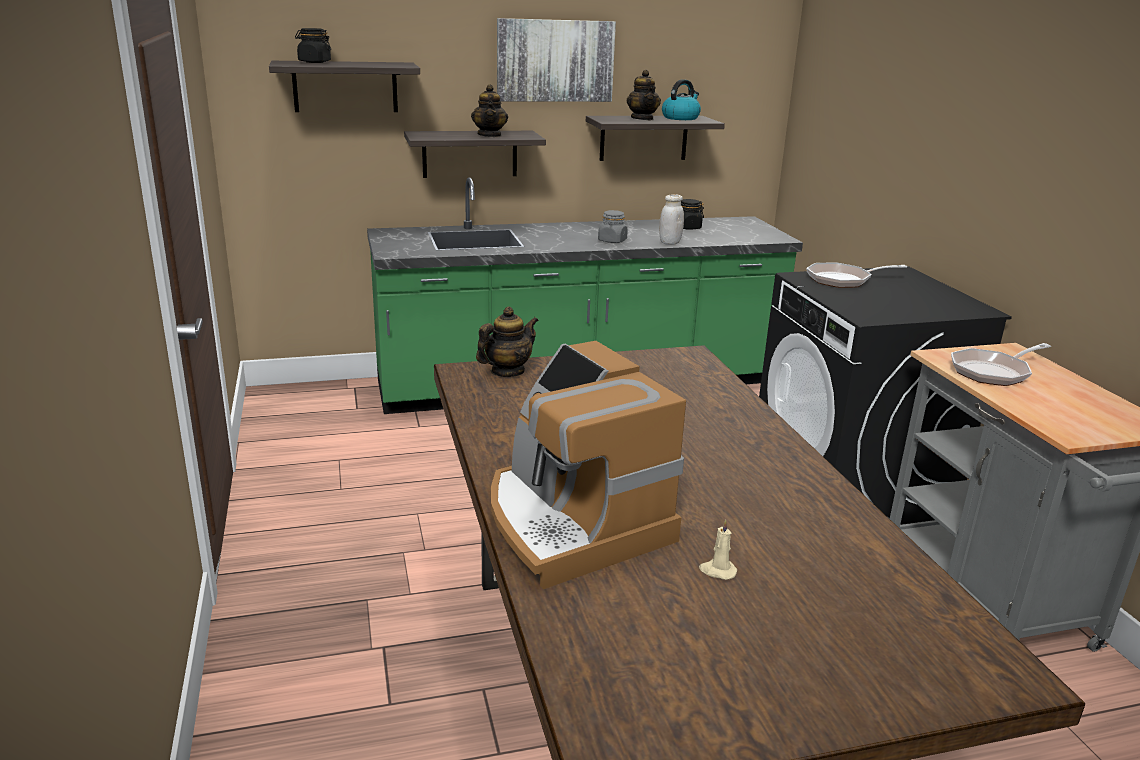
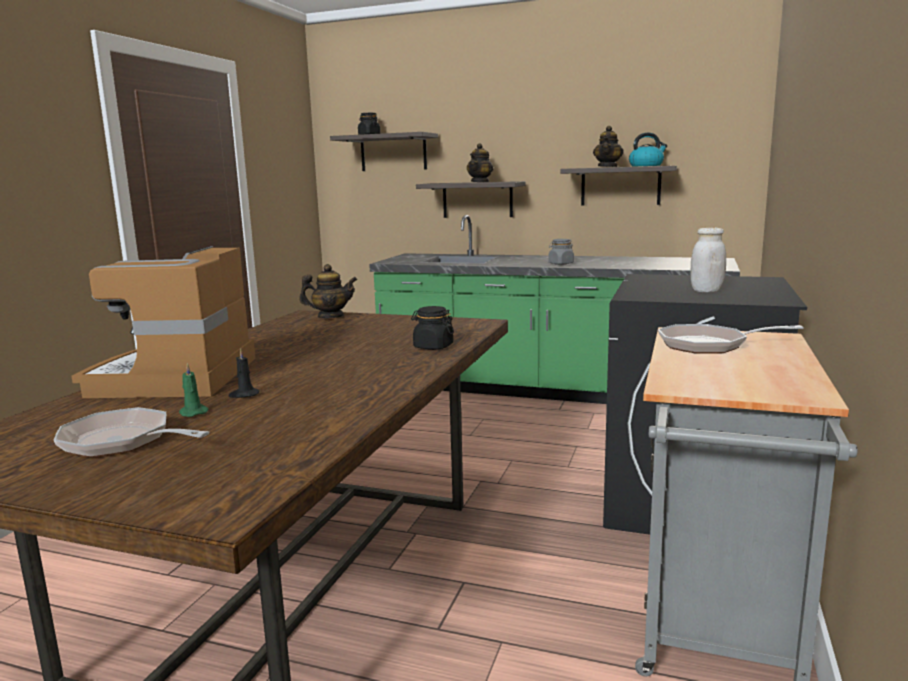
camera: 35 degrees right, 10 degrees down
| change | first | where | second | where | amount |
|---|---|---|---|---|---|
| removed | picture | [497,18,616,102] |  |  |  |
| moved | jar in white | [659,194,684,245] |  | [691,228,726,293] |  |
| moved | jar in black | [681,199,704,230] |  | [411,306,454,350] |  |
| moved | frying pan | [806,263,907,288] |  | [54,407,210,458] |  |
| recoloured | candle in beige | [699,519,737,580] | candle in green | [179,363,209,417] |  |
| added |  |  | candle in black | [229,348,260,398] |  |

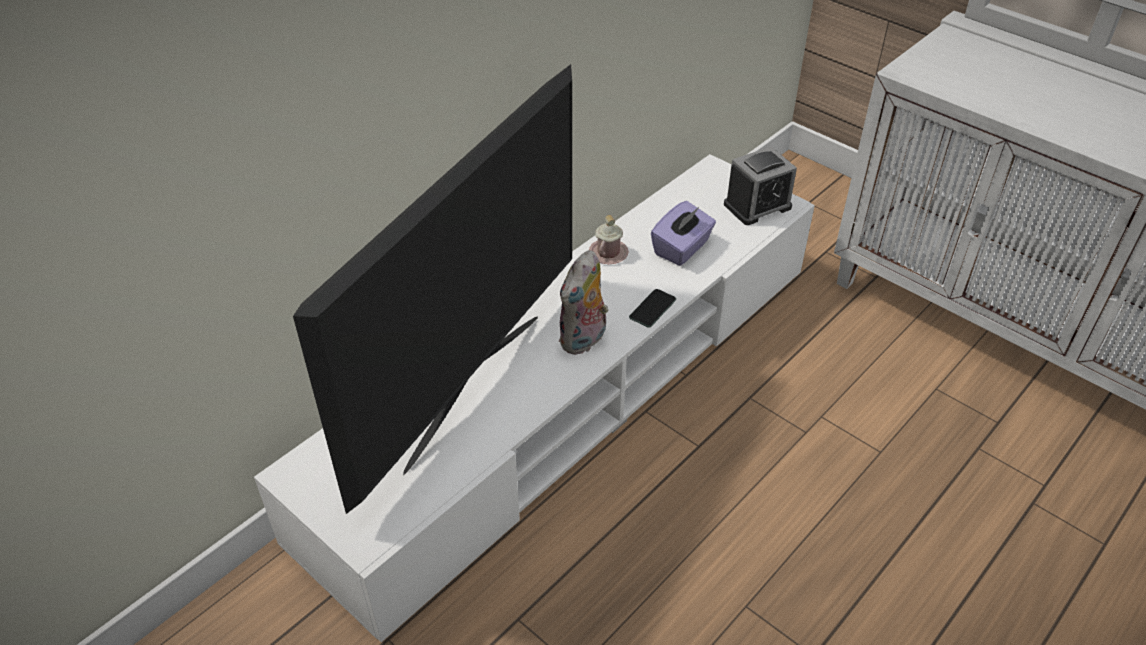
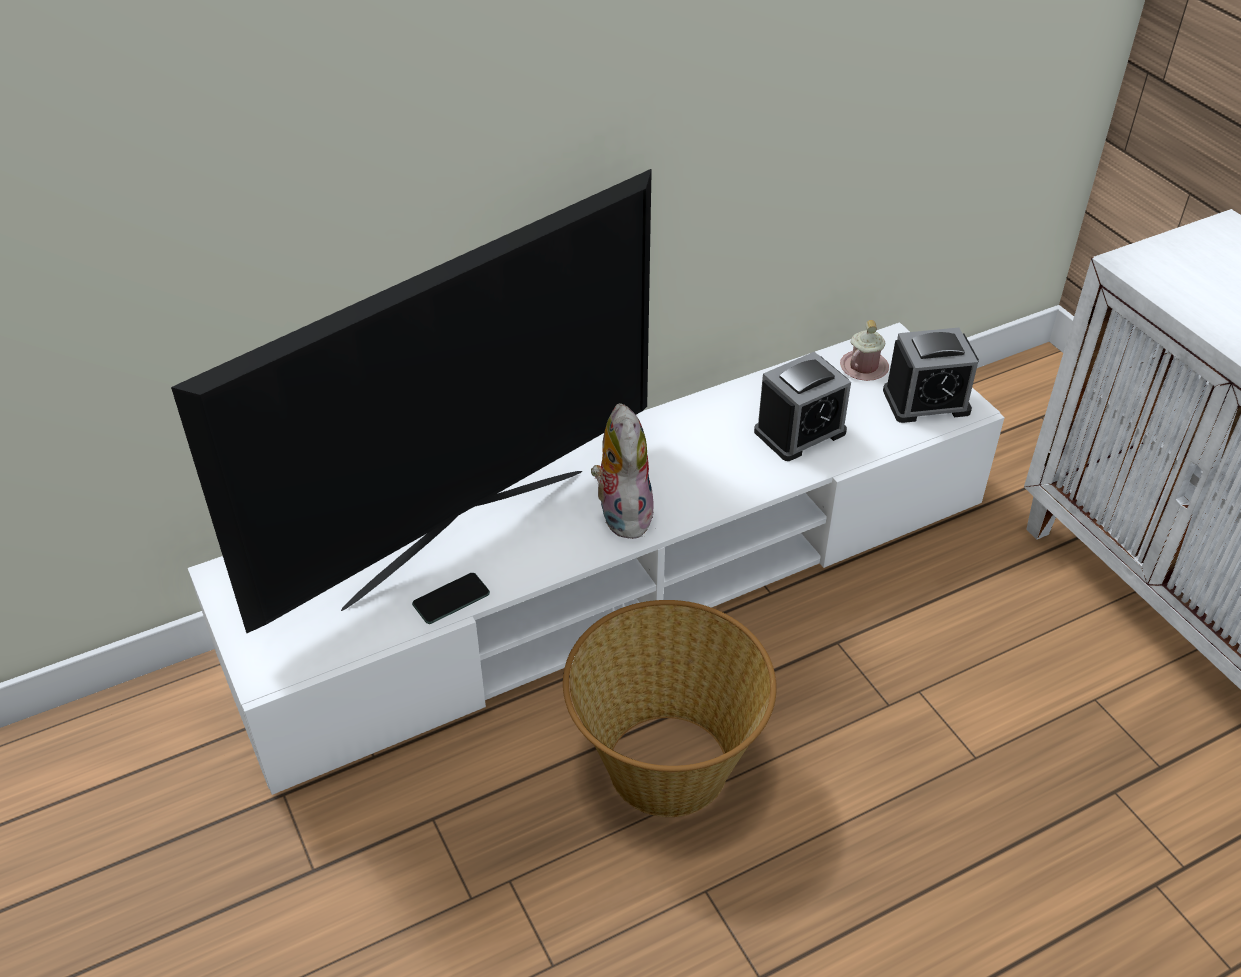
camera: 20 degrees right, 0 degrees up
| change | first | where | second | where | amount |
|---|---|---|---|---|---|
| replaced | tissue box in purple | [651,201,716,266] | alarm clock | [754,352,851,461] |  |
| moved | mug in pink | [589,215,629,264] |  | [840,320,889,381] |  |
| turned | plush toy | [559,250,608,355] |  | [591,403,655,539] | 120 degrees clockwise |
| moved | phone | [629,289,676,328] |  | [412,573,490,624] |  |
| added |  |  | basket | [563,600,777,817] |  |

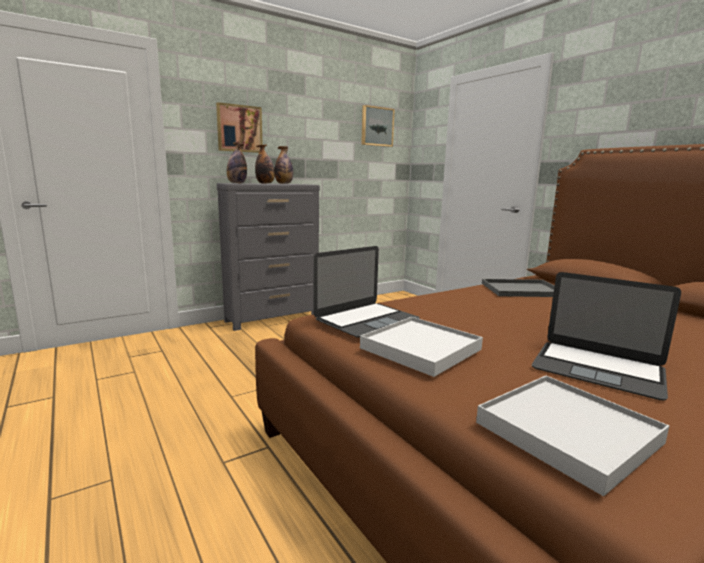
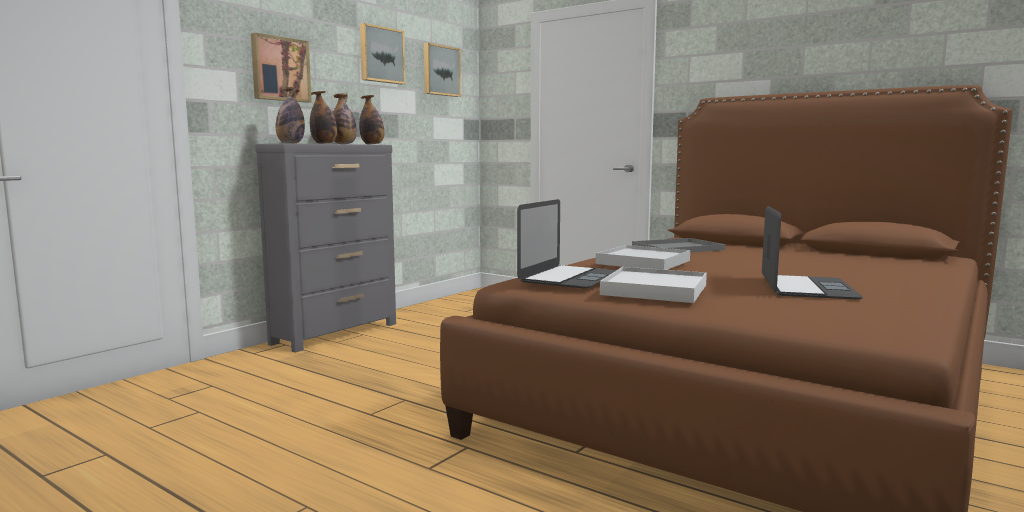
camera: 20 degrees left, 5 degrees down
| change | first | where | second | where | amount |
|---|---|---|---|---|---|
| turned | laptop | [532,272,681,401] |  | [762,206,863,300] | 90 degrees counterclockwise |
| moved | tray in white | [476,376,669,496] |  | [596,245,690,270] |  |
| added |  |  | picture | [360,23,405,84] |  |
| added |  |  | bottle | [359,95,384,145] |  |

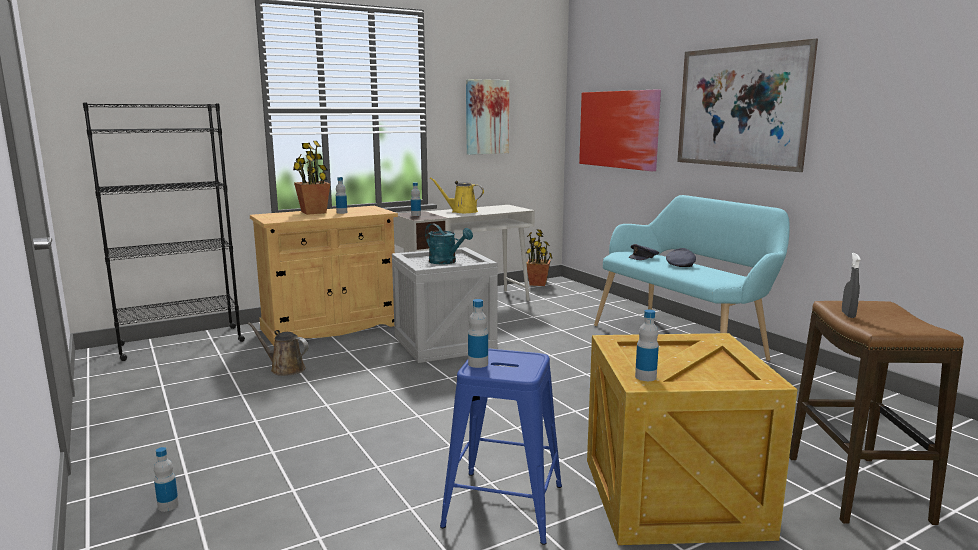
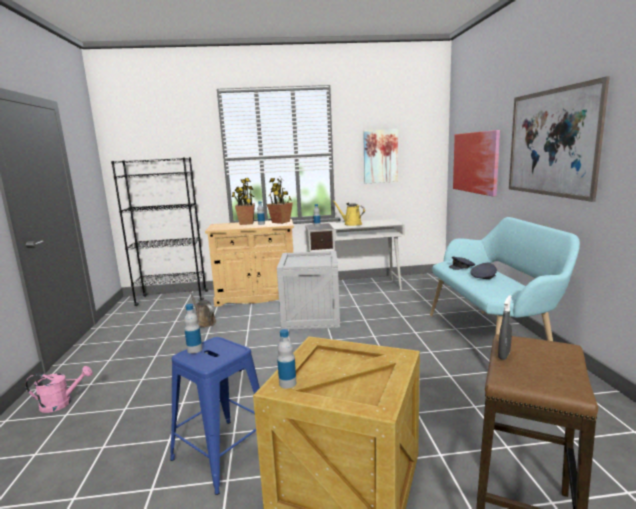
camera: 25 degrees right, 0 degrees up
| change | first | where | second | where | amount |
|---|---|---|---|---|---|
| removed | watering can in turquoise | [425,223,473,264] |  |  |  |
| moved | potted plant | [526,229,553,286] |  | [267,177,293,224] |  |
| replaced | bottle | [154,447,179,512] | watering can in pink | [25,366,92,413] |  |

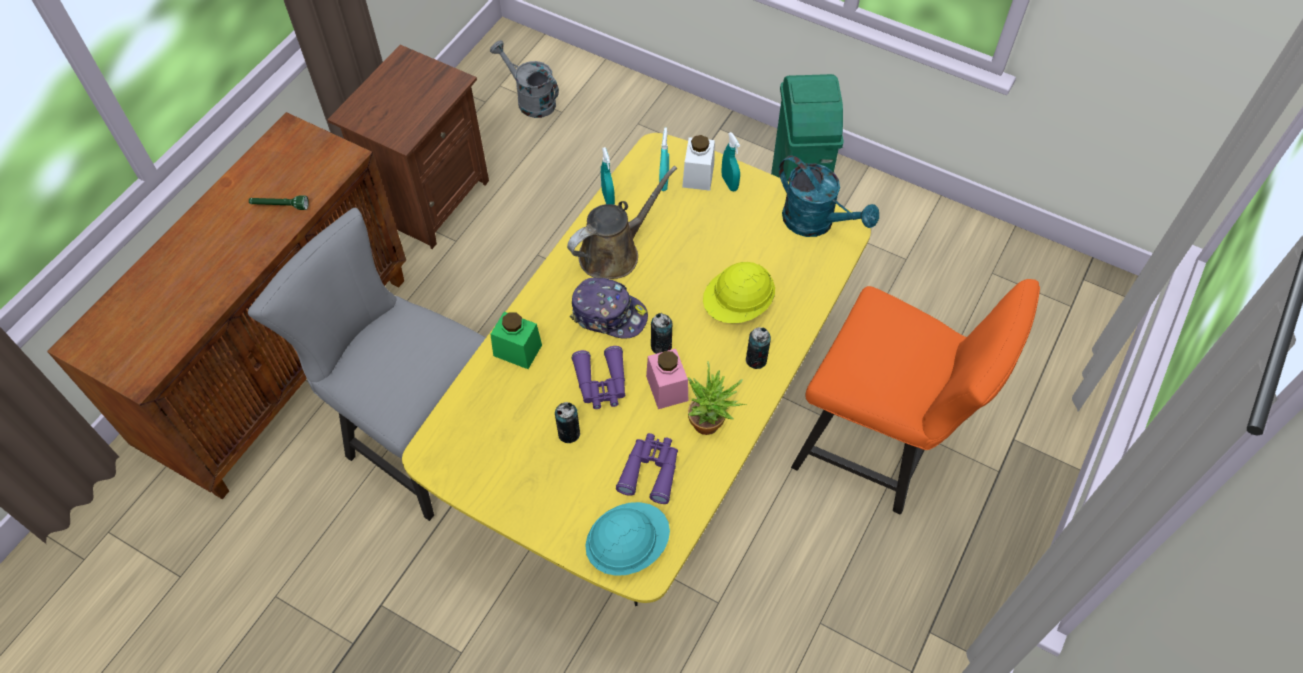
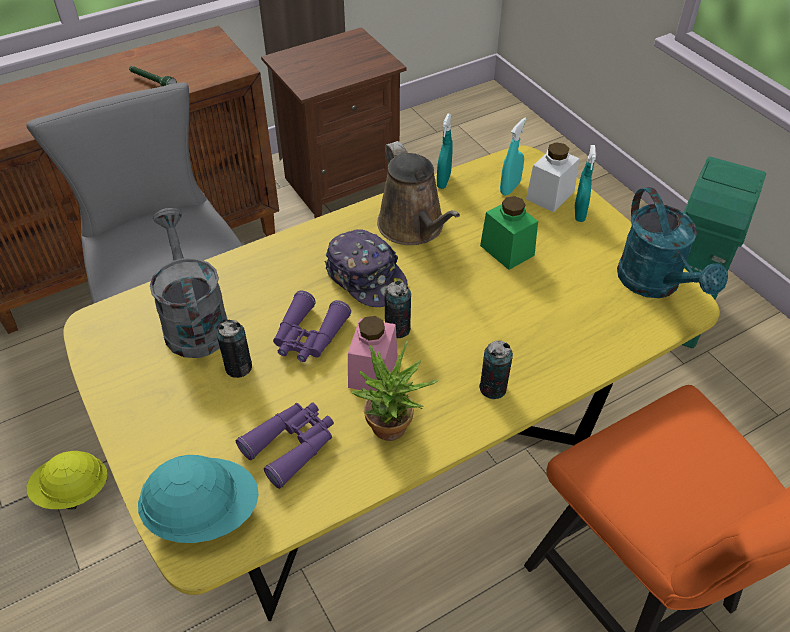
camera: 30 degrees right, 10 degrees down
| change | first | where | second | where | amount |
|---|---|---|---|---|---|
| moved | watering can in grey | [490,40,559,118] |  | [150,208,228,358] |  |
| turned | watering can in brown | [567,166,677,279] |  | [377,141,460,245] | 75 degrees clockwise |
| moved | hard hat in yellow | [703,262,775,323] |  | [27,451,108,510] |  |
| moved | jar in green | [490,312,542,369] |  | [480,196,538,270] |  |

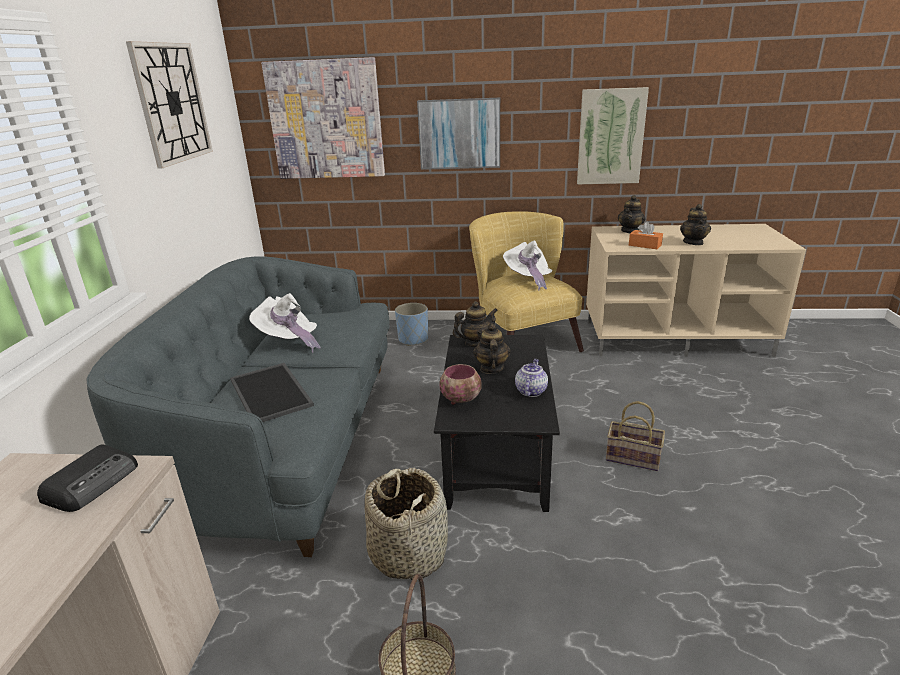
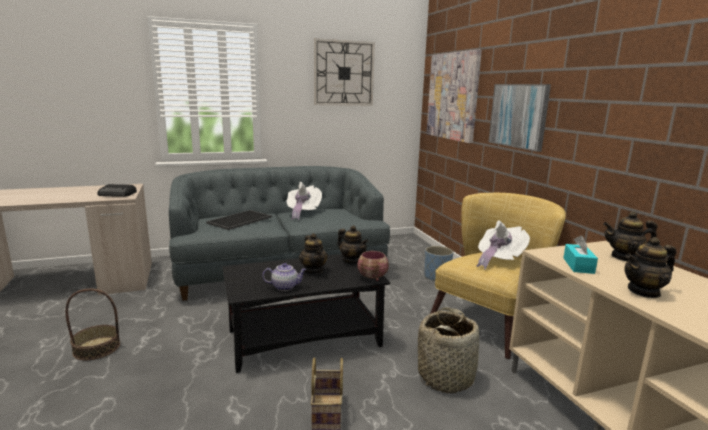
camera: 65 degrees right, 10 degrees down
| change | first | where | second | where | amount |
|---|---|---|---|---|---|
| removed | picture | [577,87,649,184] |  |  |  |
| recoloured | tissue box in orange | [629,222,663,249] | tissue box in turquoise | [563,235,598,274] |  |
| turned | teapot | [473,323,511,374] |  | [299,233,328,274] | 90 degrees clockwise |
| moved | bowl | [439,364,481,405] |  | [357,251,389,281] |  |
| moved | basket | [365,468,448,582] |  | [418,307,479,393] |  |

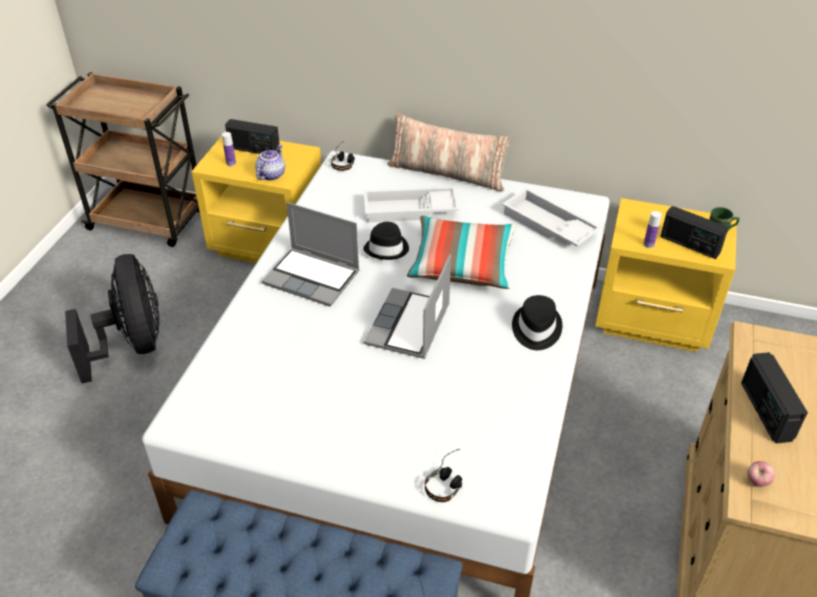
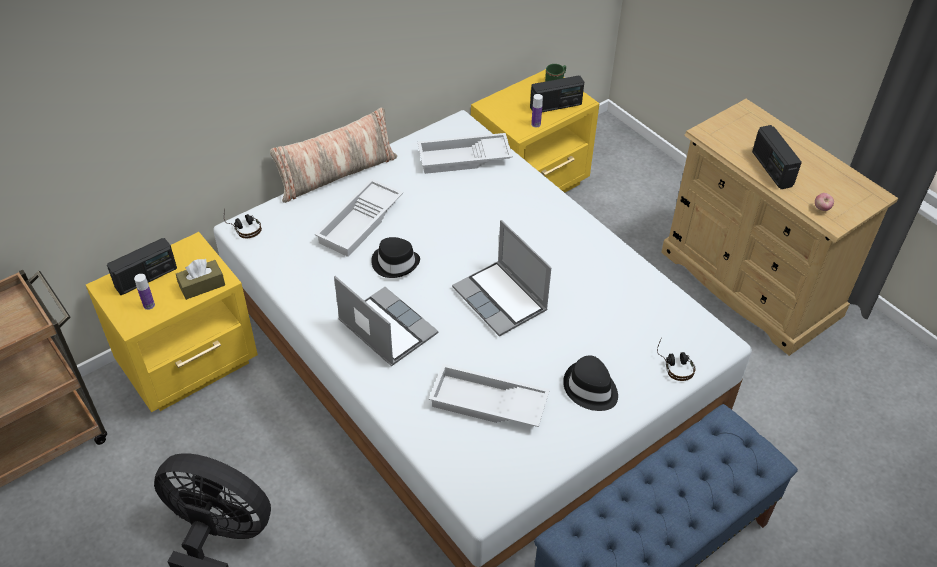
camera: 55 degrees left, 5 degrees up
| change | first | where | second | where | amount |
|---|---|---|---|---|---|
| replaced | teapot | [255,145,285,180] | tissue box in brown | [176,259,225,300] |  |
| turned | laptop | [262,202,360,307] |  | [334,276,438,366] | 105 degrees counterclockwise |
| removed | pillow | [407,216,517,289] |  |  |  |
| moved | hat in black | [512,295,562,350] |  | [563,355,618,411] |  |
| turned | radio | [741,352,808,443] |  | [752,125,802,189] | 45 degrees clockwise |
| added |  |  | tray in white | [429,364,550,427] |  |

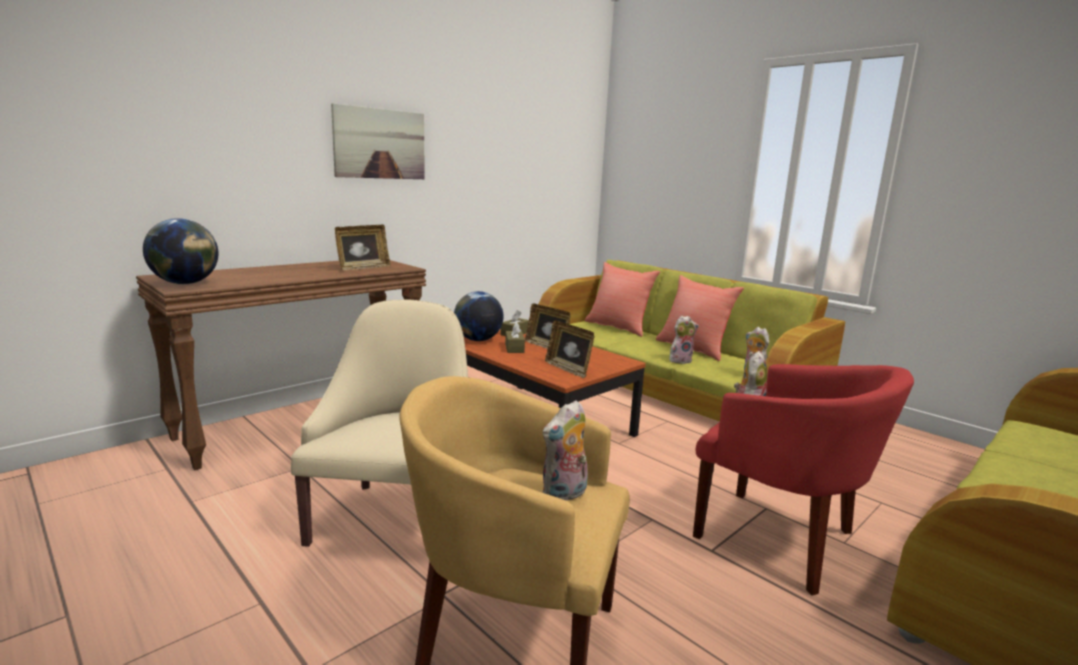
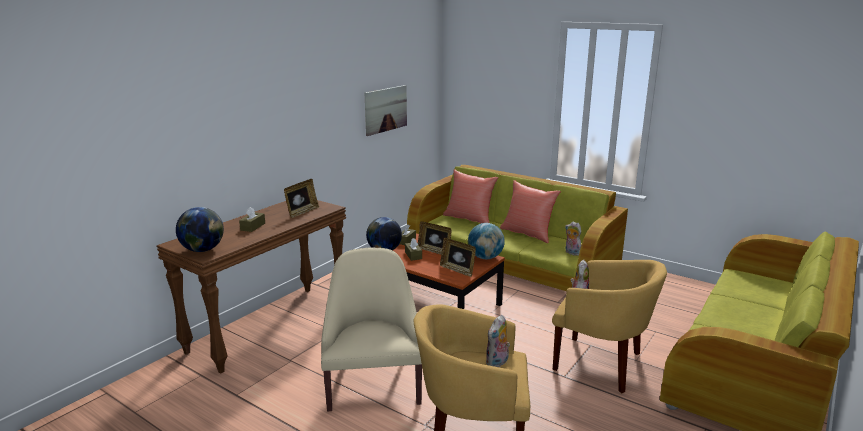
camera: 10 degrees left, 5 degrees up
| change | first | where | second | where | amount |
|---|---|---|---|---|---|
| moved | picture | [331,103,425,179] |  | [364,85,407,136] |  |
| removed | plush toy | [669,316,699,364] |  |  |  |
| recoloured | armchair in red | [693,364,914,595] | armchair in yellow | [552,260,667,393] |  |
| added |  |  | tissue box in brown | [239,207,265,232] |  |
| added |  |  | globe | [468,223,505,259] |  |

